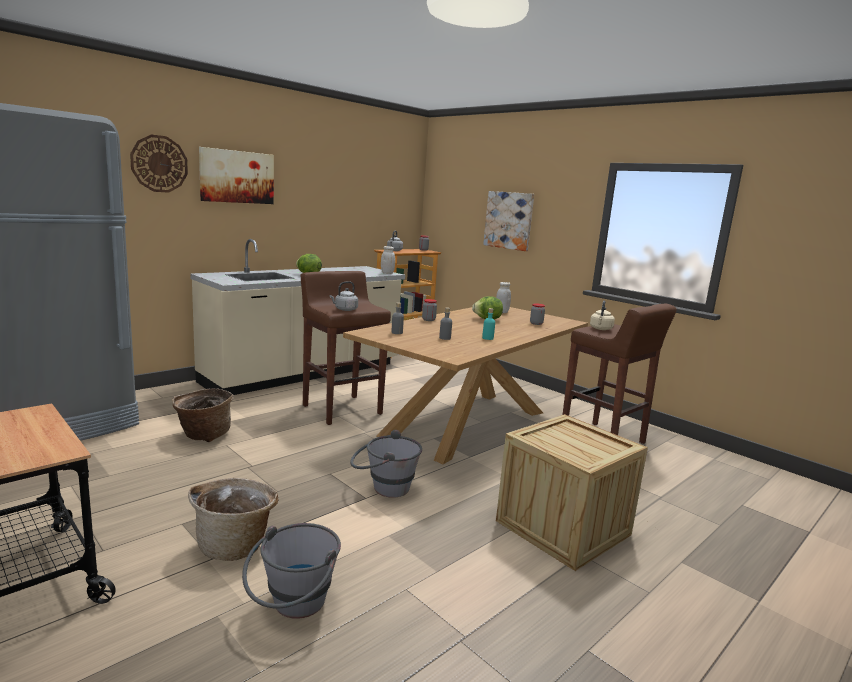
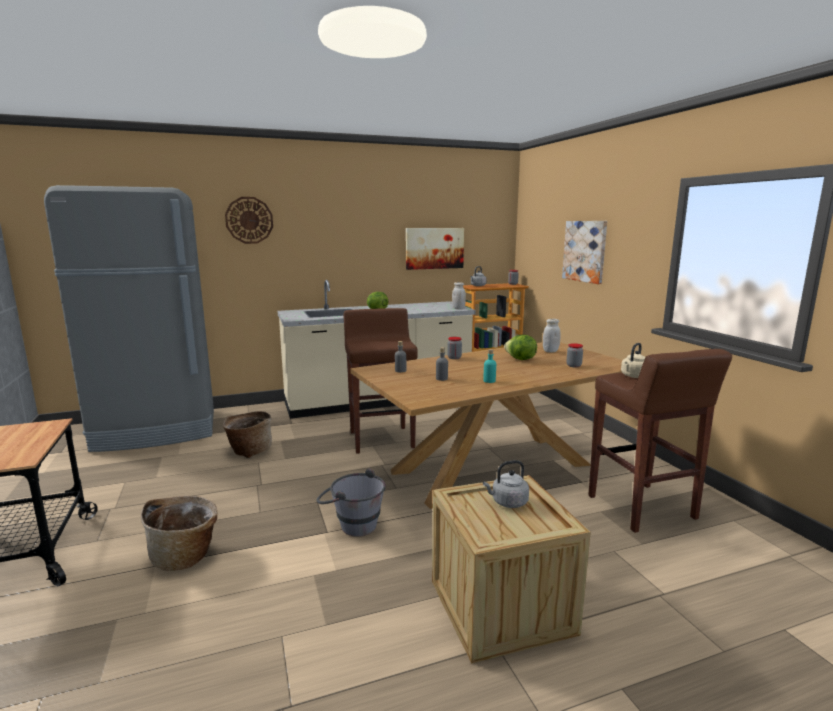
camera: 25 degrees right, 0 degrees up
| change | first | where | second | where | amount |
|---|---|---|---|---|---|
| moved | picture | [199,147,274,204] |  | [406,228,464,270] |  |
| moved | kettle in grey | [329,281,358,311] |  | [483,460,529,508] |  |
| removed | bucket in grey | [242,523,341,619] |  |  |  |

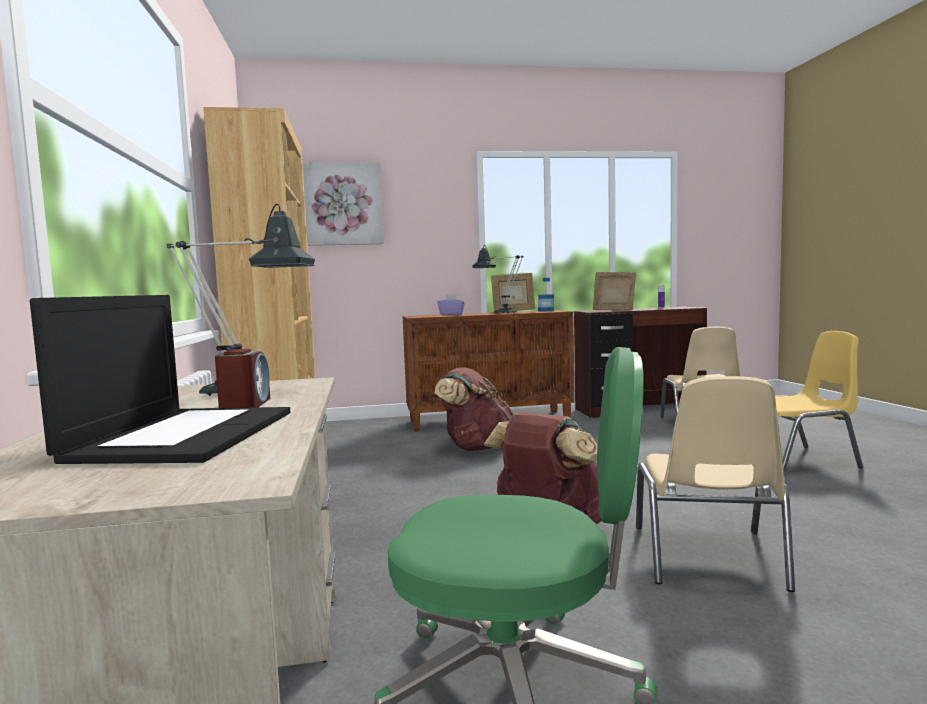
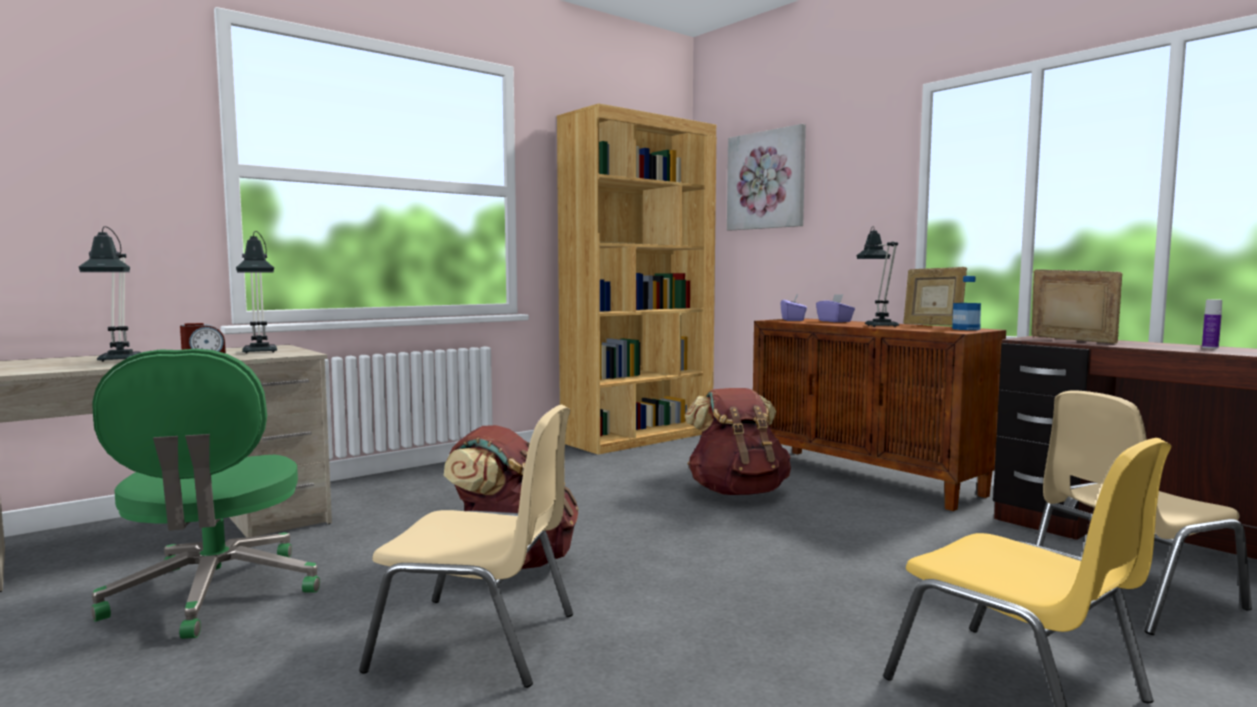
camera: 60 degrees right, 0 degrees up
| change | first | where | second | where | amount |
|---|---|---|---|---|---|
| replaced | laptop | [30,295,290,464] | table lamp | [79,226,141,362] |  |
| turned | chair in beige | [636,376,795,592] |  | [359,405,573,688] | 150 degrees counterclockwise |
| added |  |  | tissue box in purple | [781,294,807,321] |  |

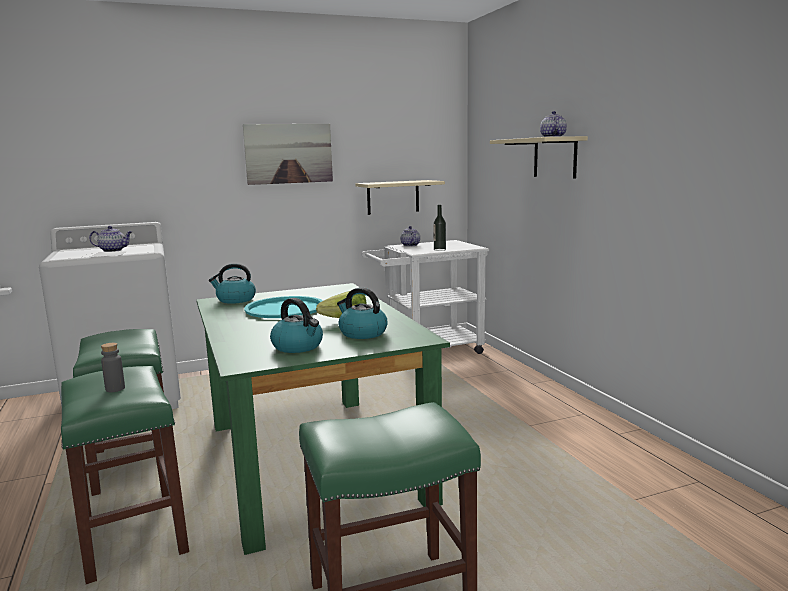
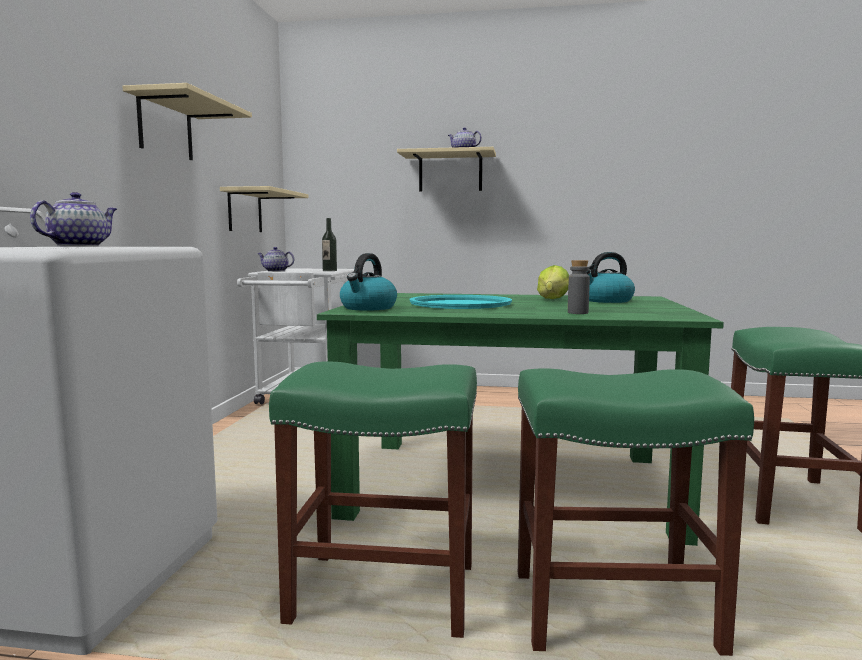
camera: 60 degrees left, 5 degrees down
| change | first | where | second | where | amount |
|---|---|---|---|---|---|
| replaced | picture | [243,124,333,185] | shelf in beige | [122,83,252,160] |  |
| removed | kettle | [270,298,323,353] |  |  |  |
| moved | bottle in grey | [101,343,125,392] |  | [568,260,590,314] |  |

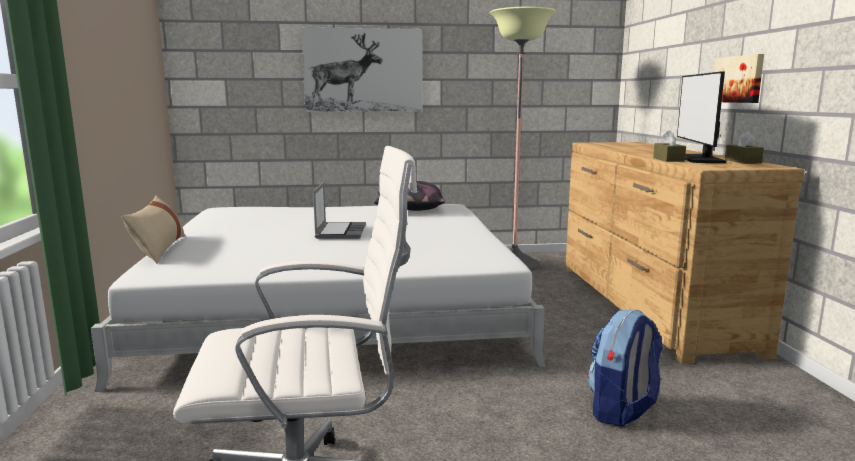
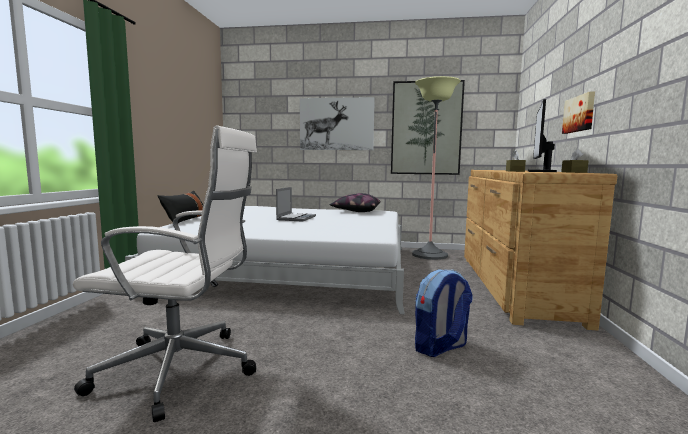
camera: 15 degrees right, 5 degrees down
| change | first | where | second | where | amount |
|---|---|---|---|---|---|
| recoloured | pillow in beige | [122,195,185,264] | pillow in black | [157,191,203,223] |  |
| added |  |  | picture | [391,80,465,175] |  |

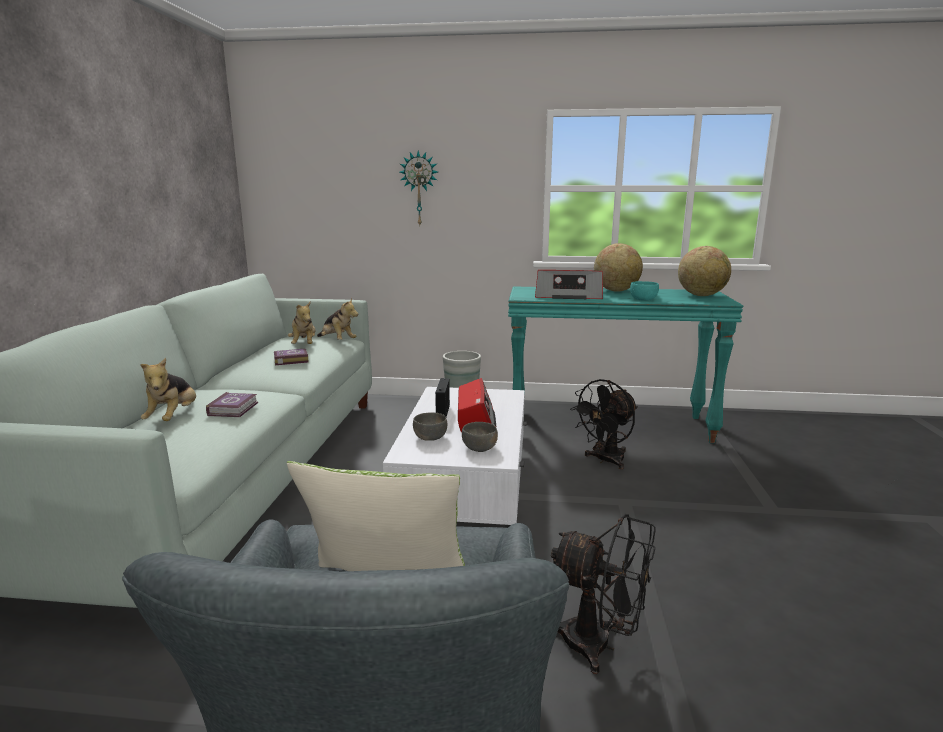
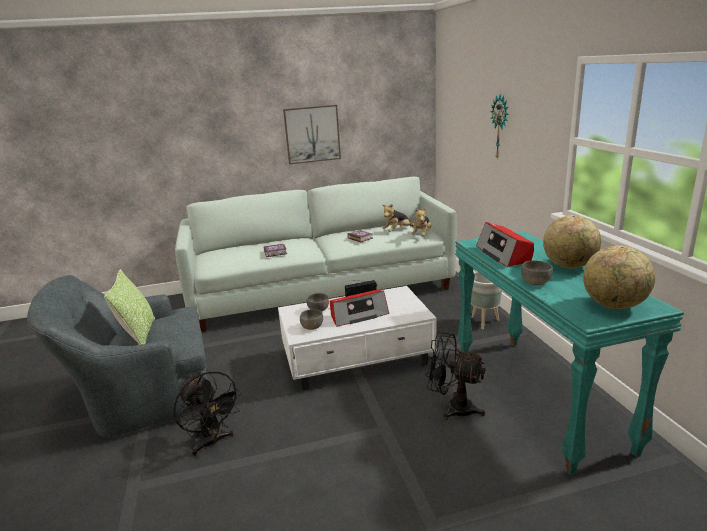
camera: 70 degrees right, 5 degrees up
| change | first | where | second | where | amount |
|---|---|---|---|---|---|
| recoloured | bowl in turquoise | [630,281,659,301] | bowl in grey | [521,260,553,285] |  |
| removed | plush toy | [140,358,196,421] |  |  |  |
| turned | fan in black | [551,514,656,674] |  | [173,371,241,456] | 45 degrees counterclockwise |
| added |  |  | picture | [283,105,341,164] |  |

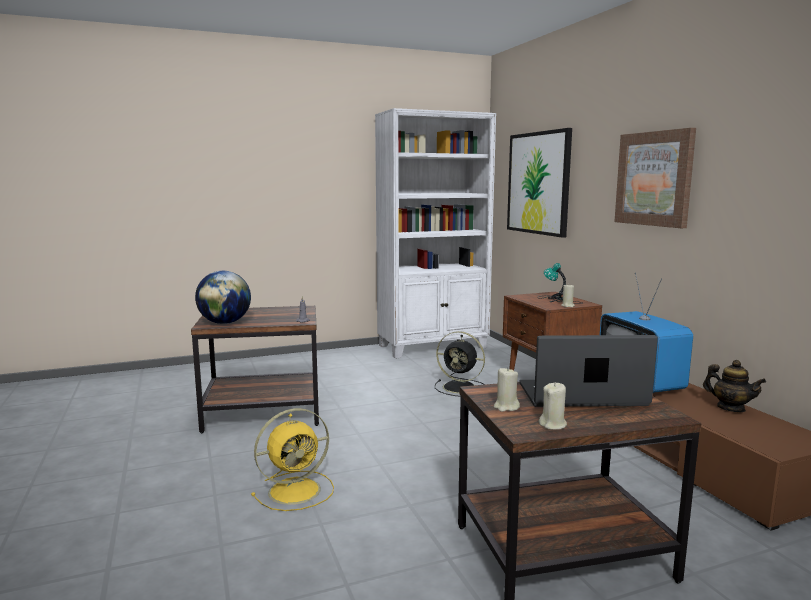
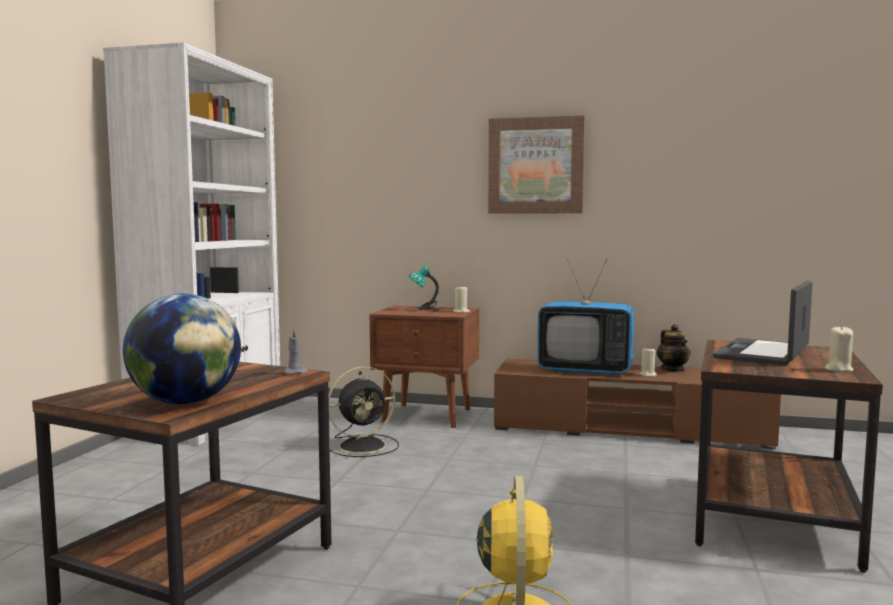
camera: 55 degrees left, 5 degrees down
| change | first | where | second | where | amount |
|---|---|---|---|---|---|
| removed | picture | [507,128,572,238] |  |  |  |
| turned | teapot | [703,360,766,412] |  | [657,324,691,372] | 90 degrees clockwise |
| moved | candle in beige | [494,367,520,412] |  | [640,349,657,377] |  |

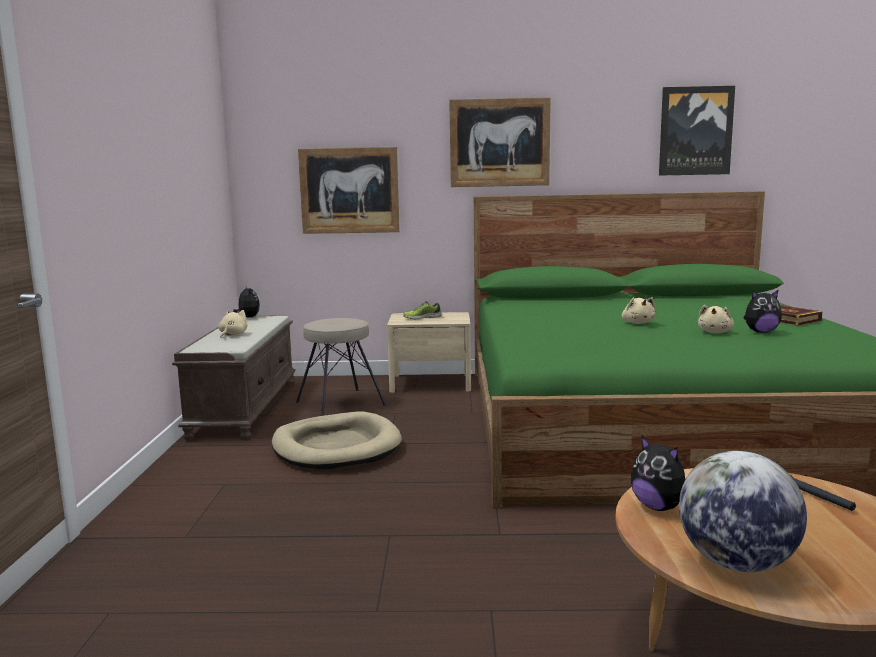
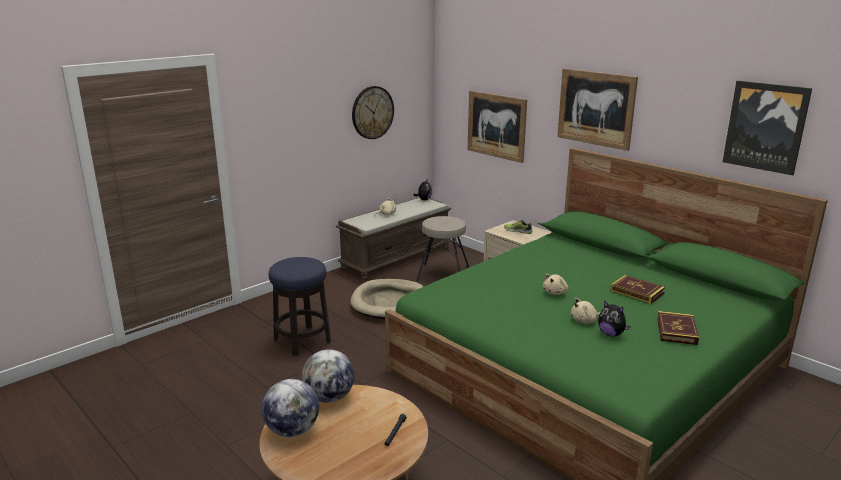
camera: 45 degrees right, 10 degrees up
| change | first | where | second | where | amount |
|---|---|---|---|---|---|
| replaced | plush toy | [631,436,685,511] | globe | [302,349,355,403] |  |
| added |  |  | wall clock | [352,86,394,139] |  |
| added |  |  | stool | [269,257,331,356] |  |
| added |  |  | book | [610,275,665,304] |  |

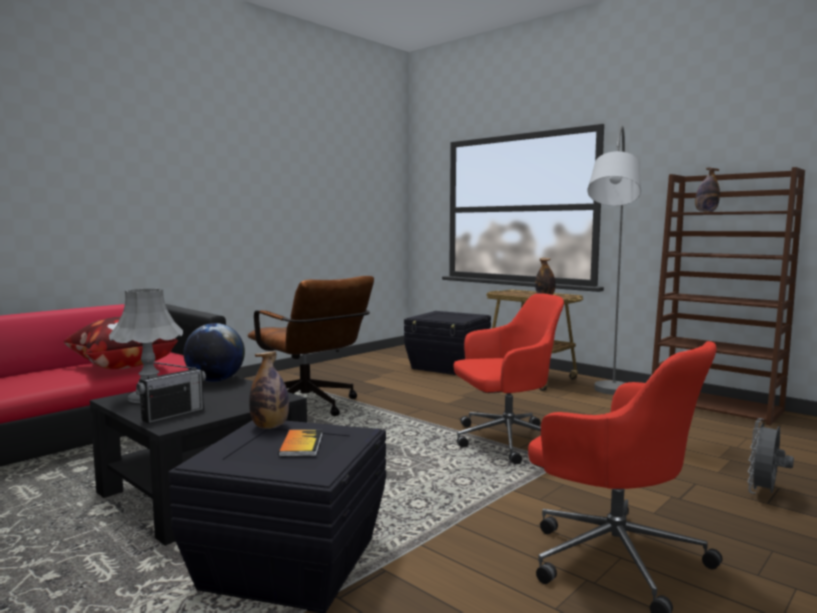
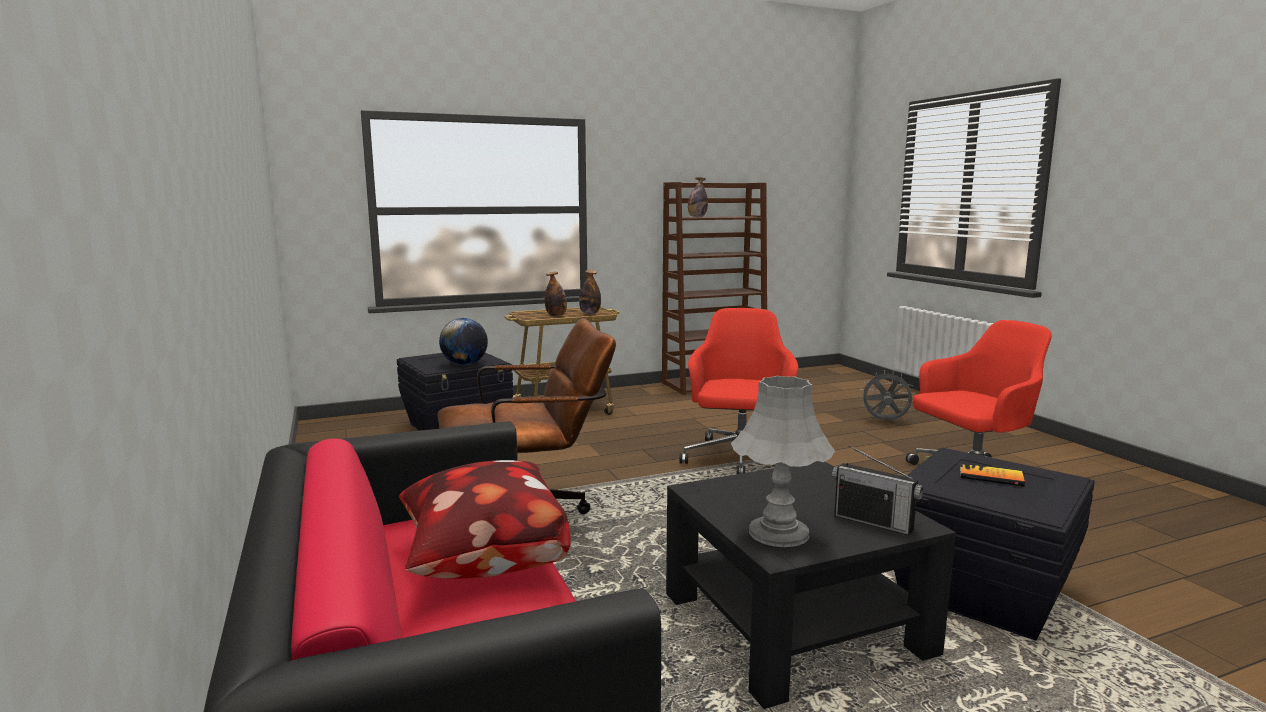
camera: 65 degrees left, 5 degrees up
| change | first | where | second | where | amount |
|---|---|---|---|---|---|
| removed | floor lamp in grey | [587,125,641,395] |  |  |  |
| moved | globe | [183,323,245,382] |  | [439,318,488,365] |  |
| moved | bottle | [249,351,289,429] |  | [545,272,567,316] |  |
| turned | radio | [136,361,206,424] |  | [832,445,923,535] | 150 degrees clockwise |
| turned | fan in grey | [747,418,794,494] |  | [860,370,915,421] | 135 degrees clockwise |

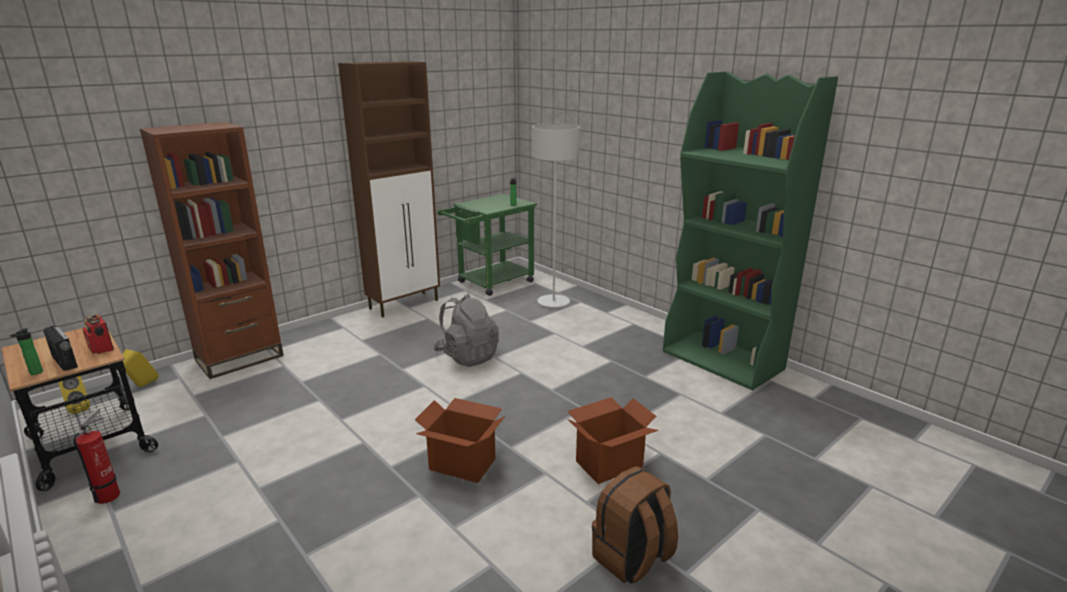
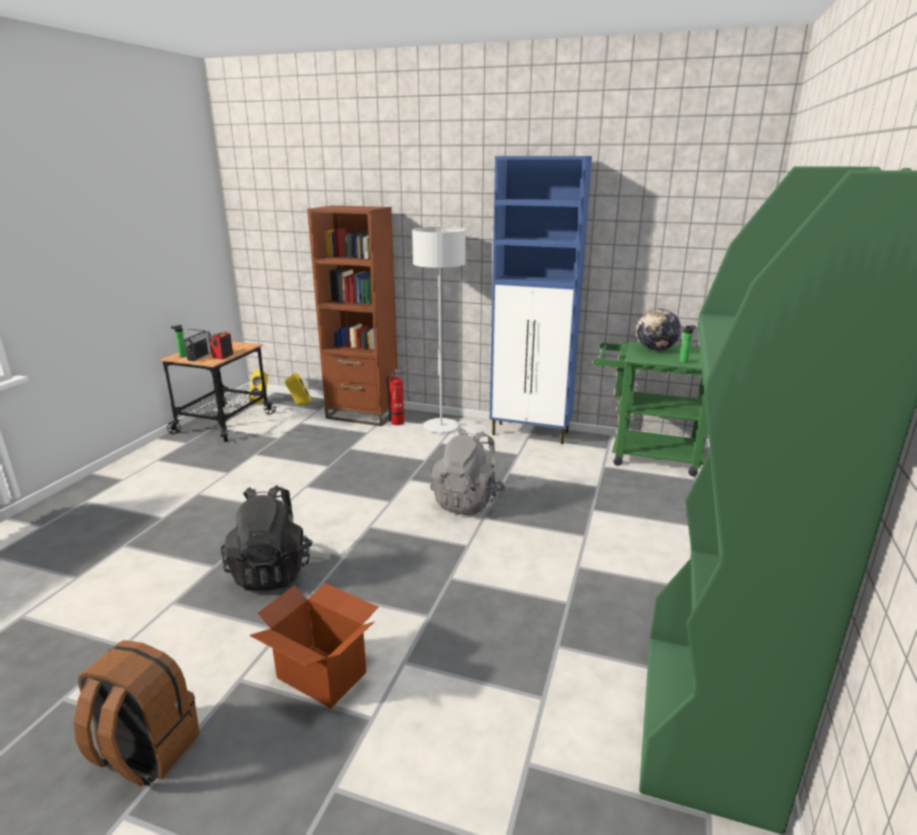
camera: 60 degrees right, 0 degrees up
| change | first | where | second | where | amount |
|---|---|---|---|---|---|
| recoloured | cabinet in brown | [338,61,440,318] | cabinet in blue | [490,156,592,444] |  |
| moved | floor lamp in grey | [532,123,580,307] |  | [412,227,466,433] |  |
| replaced | cardboard box | [415,398,505,483] | backpack in black | [221,485,313,591] |  |
| moved | fire extinguisher | [73,408,120,504] |  | [387,366,408,425] |  |
| added |  |  | globe | [637,308,681,351] |  |

